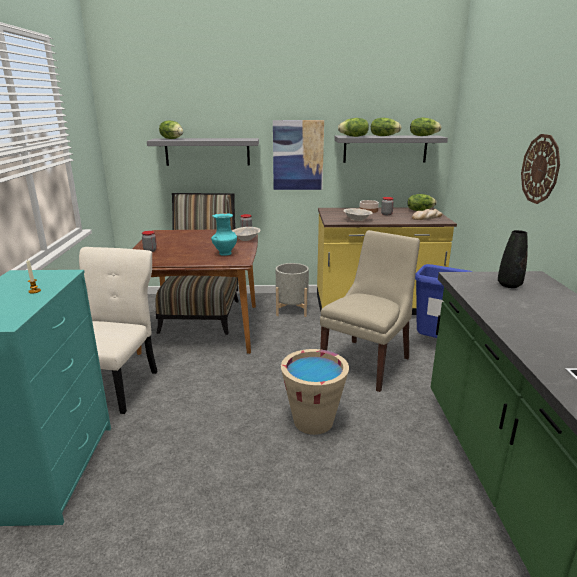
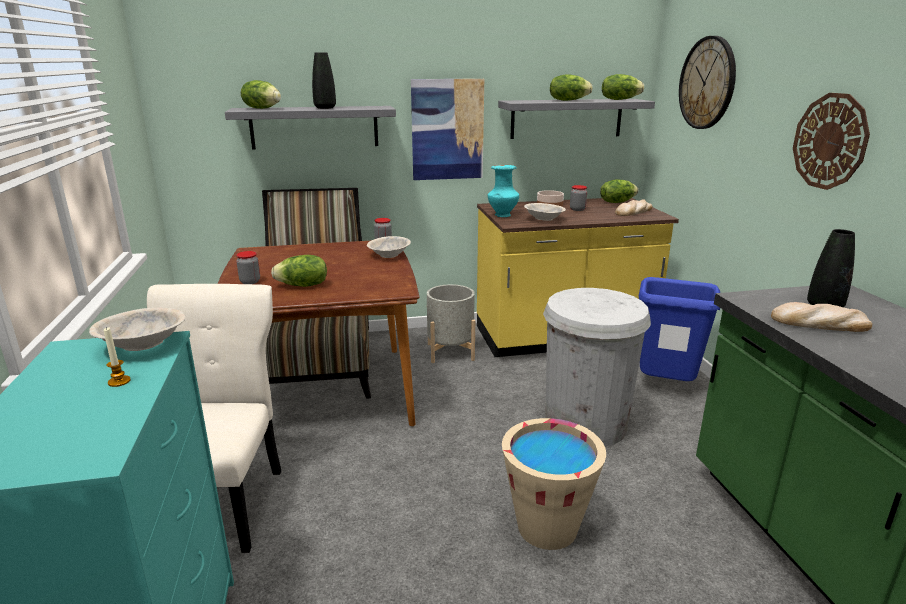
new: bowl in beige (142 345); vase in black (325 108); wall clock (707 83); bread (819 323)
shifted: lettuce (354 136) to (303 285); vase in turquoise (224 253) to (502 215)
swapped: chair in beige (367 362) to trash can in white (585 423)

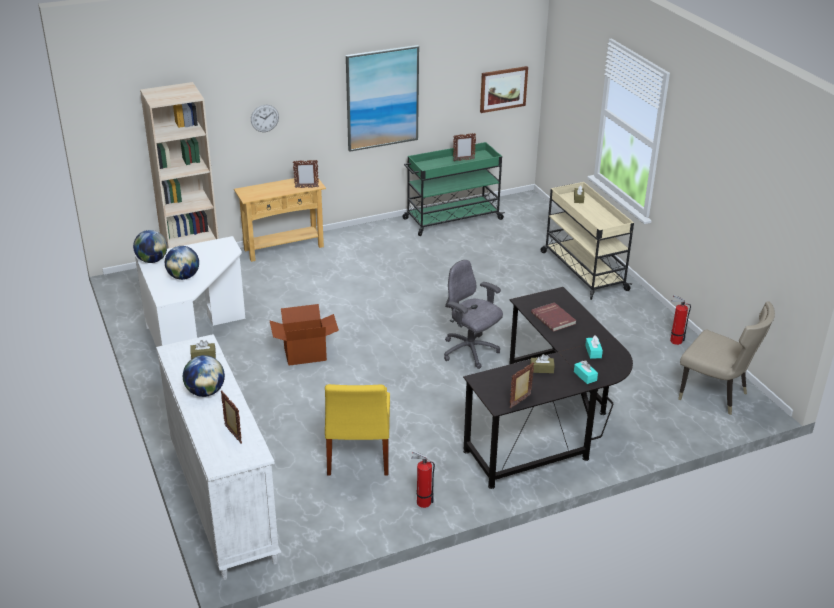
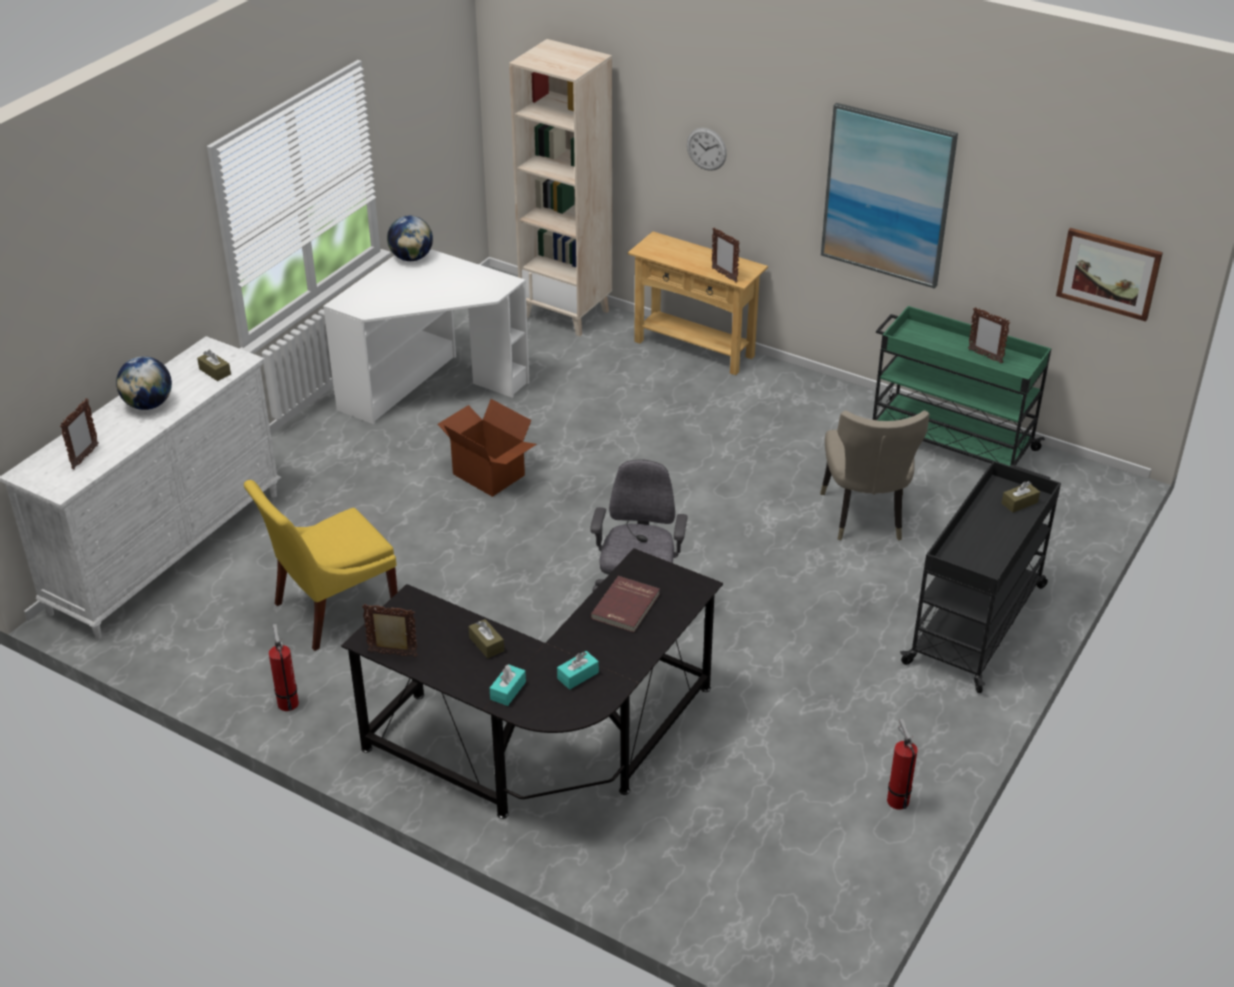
gone: globe (183 277)
shifted: chair in beige (716 395) to (865 518)
repainted: cart in beige (583 270) to cart in black (976 623)

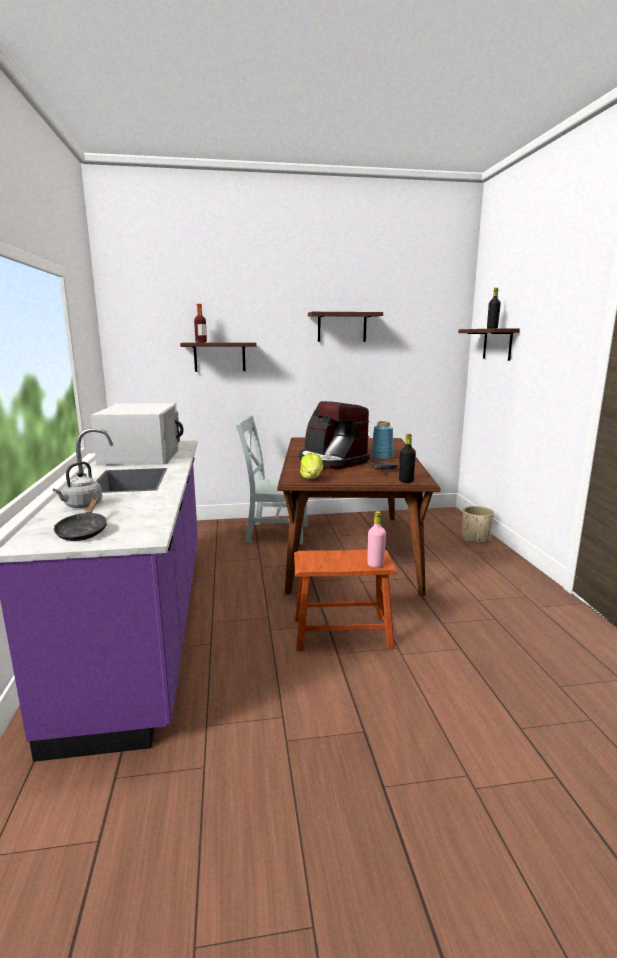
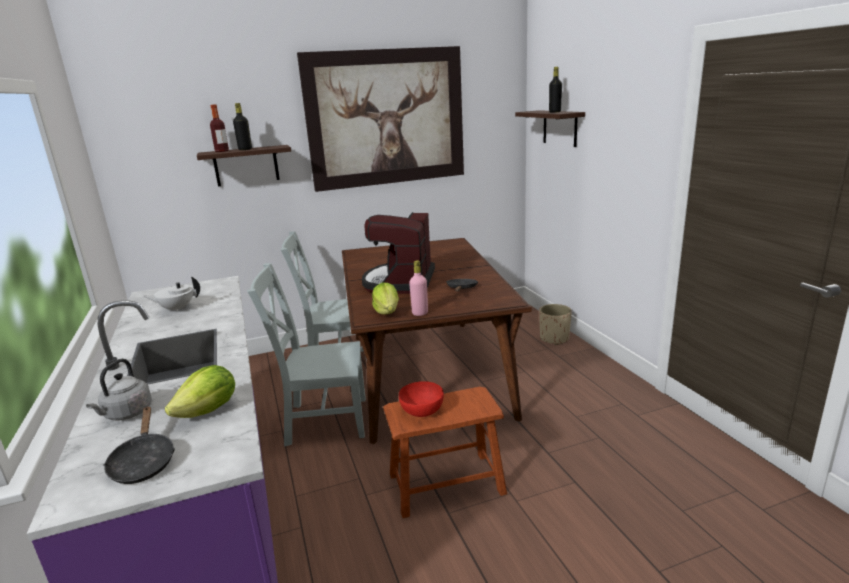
gone: vase in blue (381 457)
new: lettuce (209 411); chair in grey (322 421); bowl in red (421 410)
shifted: bottle in black (406 481) to (245 149); bottle in pink (375 564) to (420 313)
swapped: microwave in white (142 454) to teapot in white (177 309); shelf (342 327) to picture (386 118)
rotated: coffee machine (331 461) = (400 282) 60 degrees clockwise

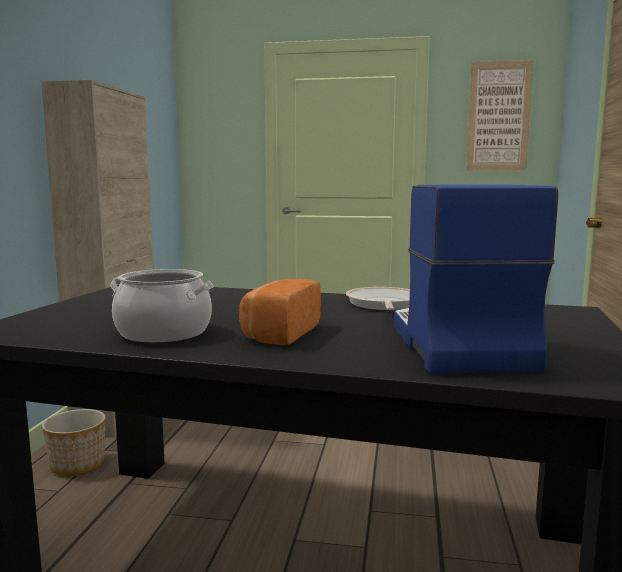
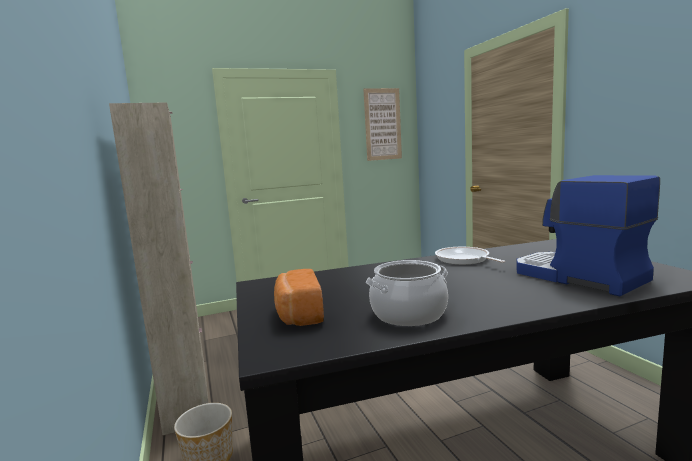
shifted: bread (279 333) to (298 314)

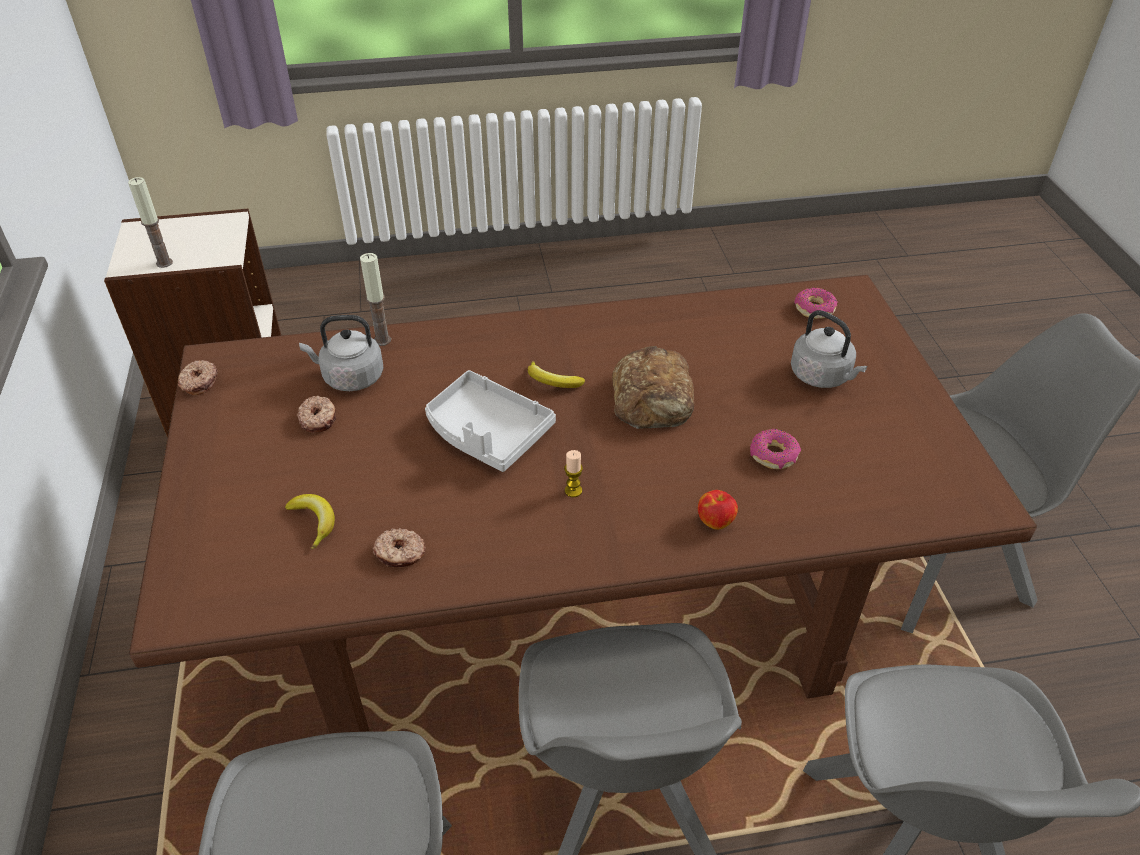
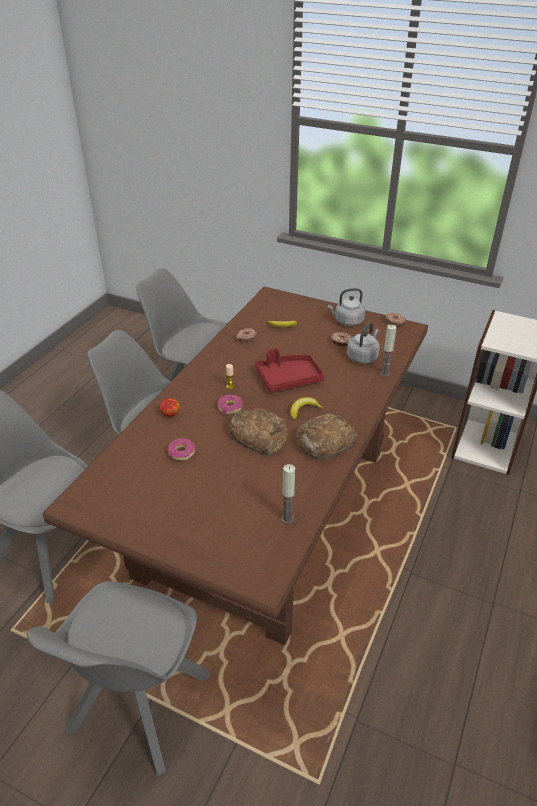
new: bread (325 442)
shifted: donut (814 309) to (230 408); candle (164 263) to (287 519); kettle in grey (822 376) to (347 321)
repainted: tray in grey (487 433) to tray in red (288 378)

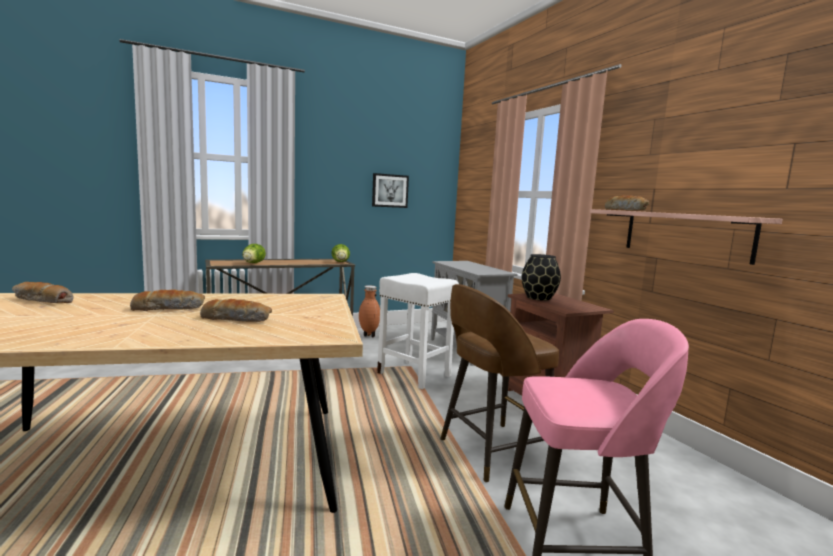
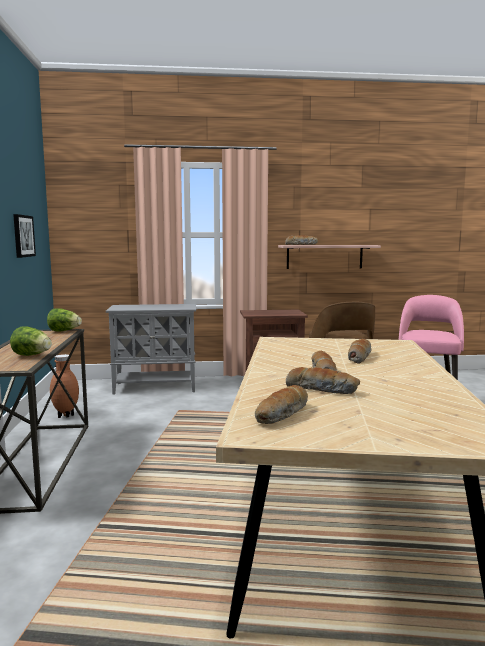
gone: stool in white (415 375); vase in black (538 298)
new: bread (322 389)

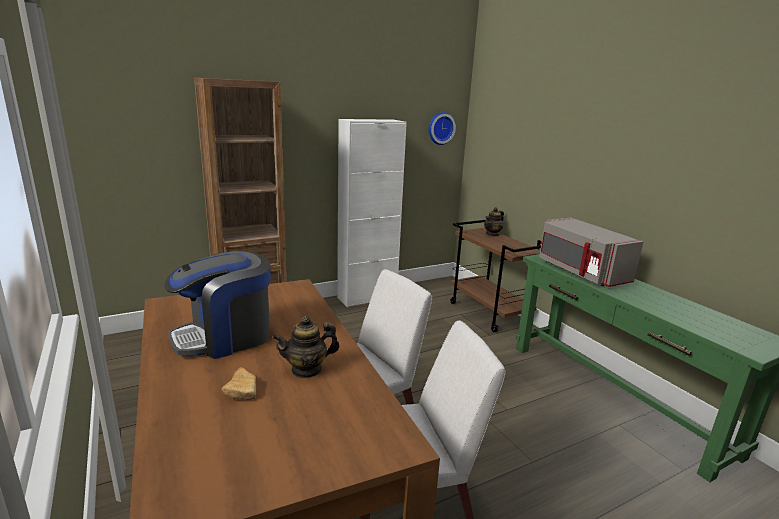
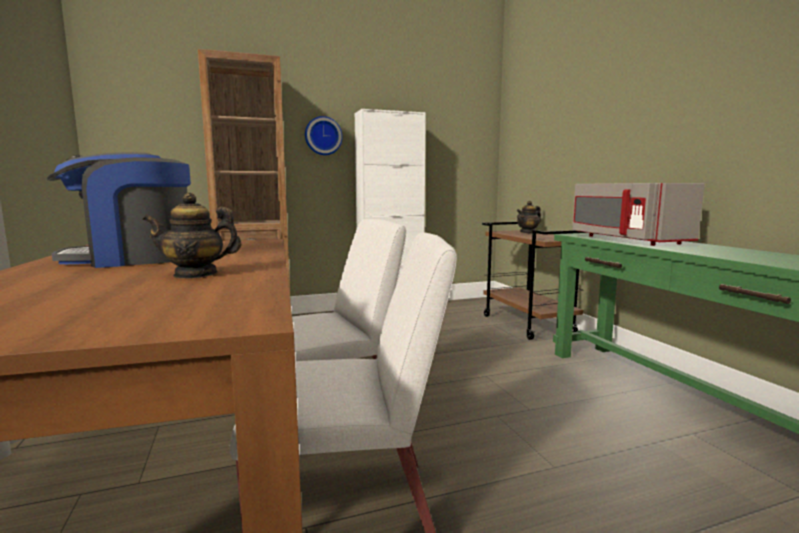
gone: bread (242 389)
shifted: wall clock (440 128) to (323 136)

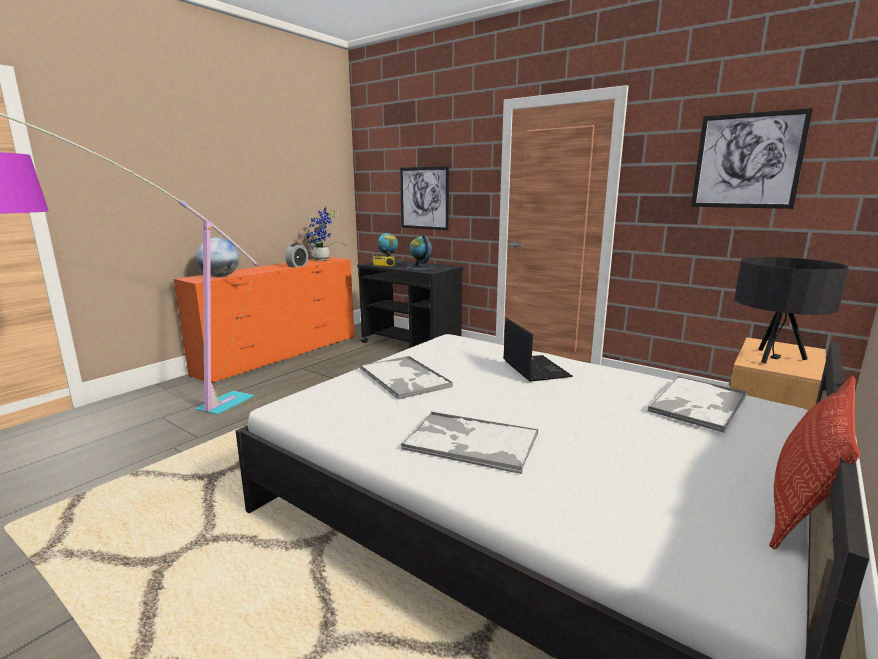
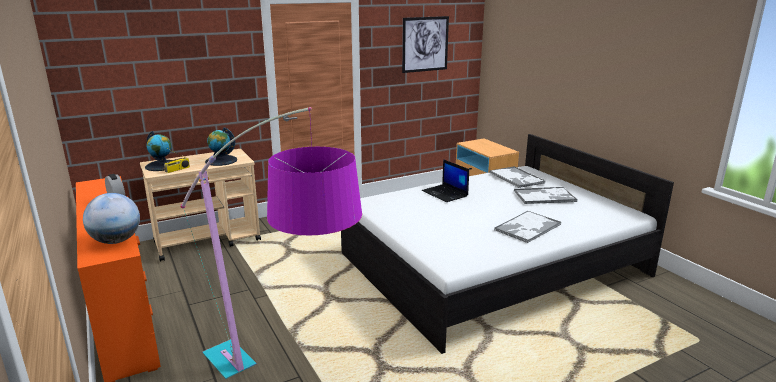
gone: potted plant (322 260); picture (424 198); table lamp in black (772 359); pillow (802 500)
shifted: tray (405 378) to (545 196)
repainted: cart in black (411 345) to cart in beige (208 241)
rotated: laptop (534 368) = (445 193) 135 degrees counterclockwise

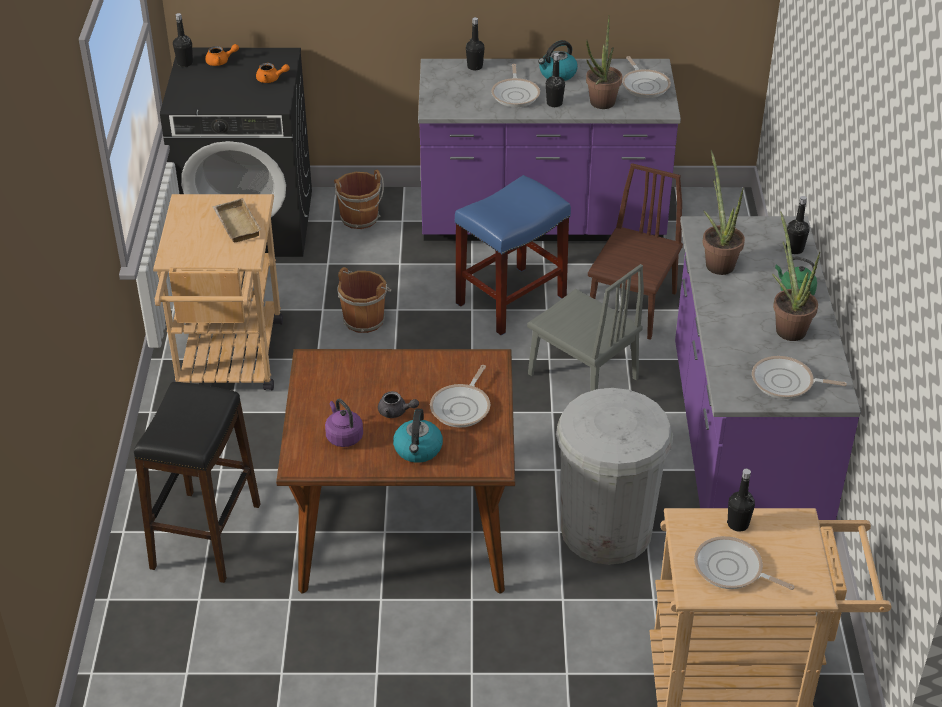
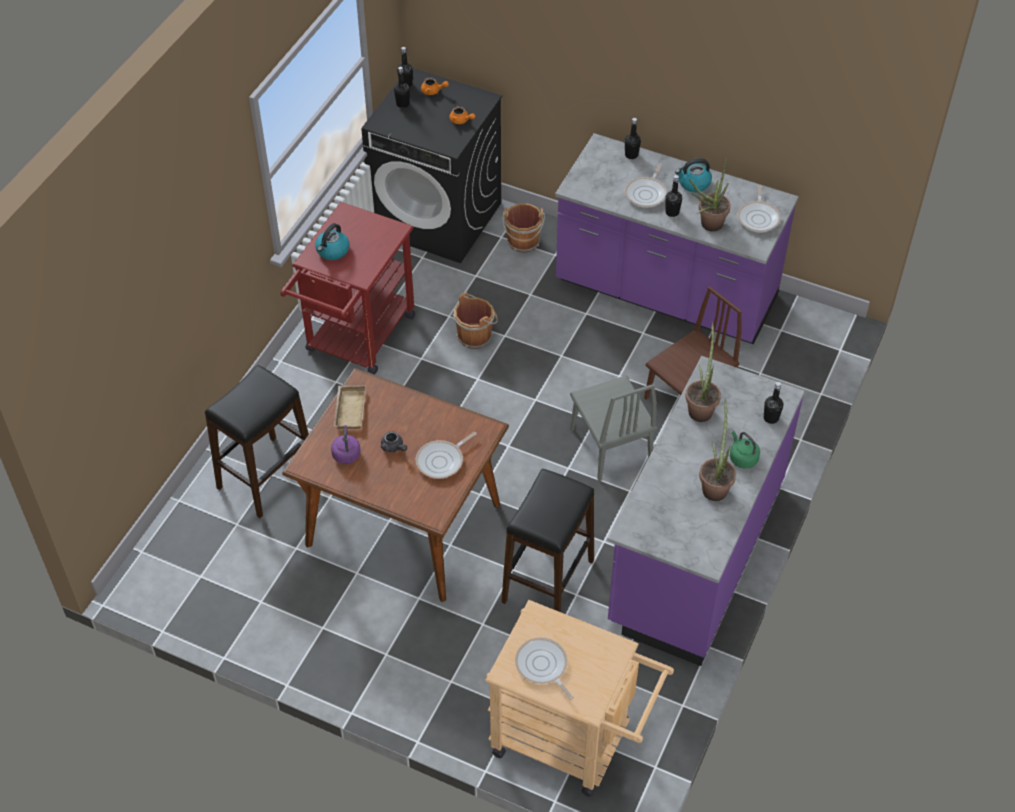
gone: stool in blue (511 299); frying pan (786 383)
shifted: kettle (418 449) to (332 251); tray in beige (235 224) to (349 409); bottle in black (738 524) to (402 104)
swapped: trash can in white (606 530) to stool in black (548 581)
repainted: cart in beige (229 363) to cart in red (356 340)

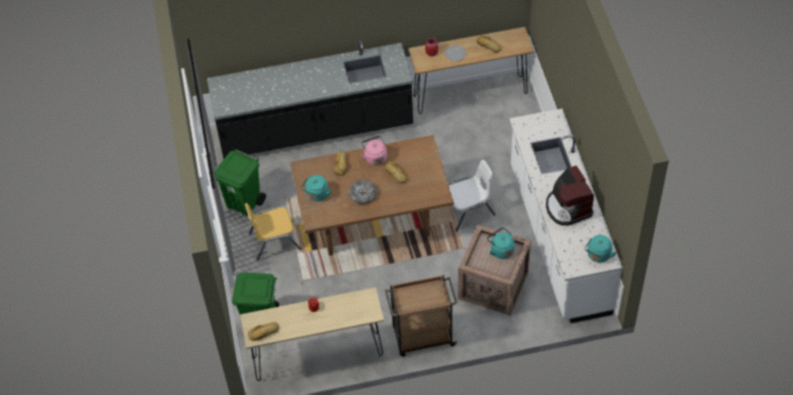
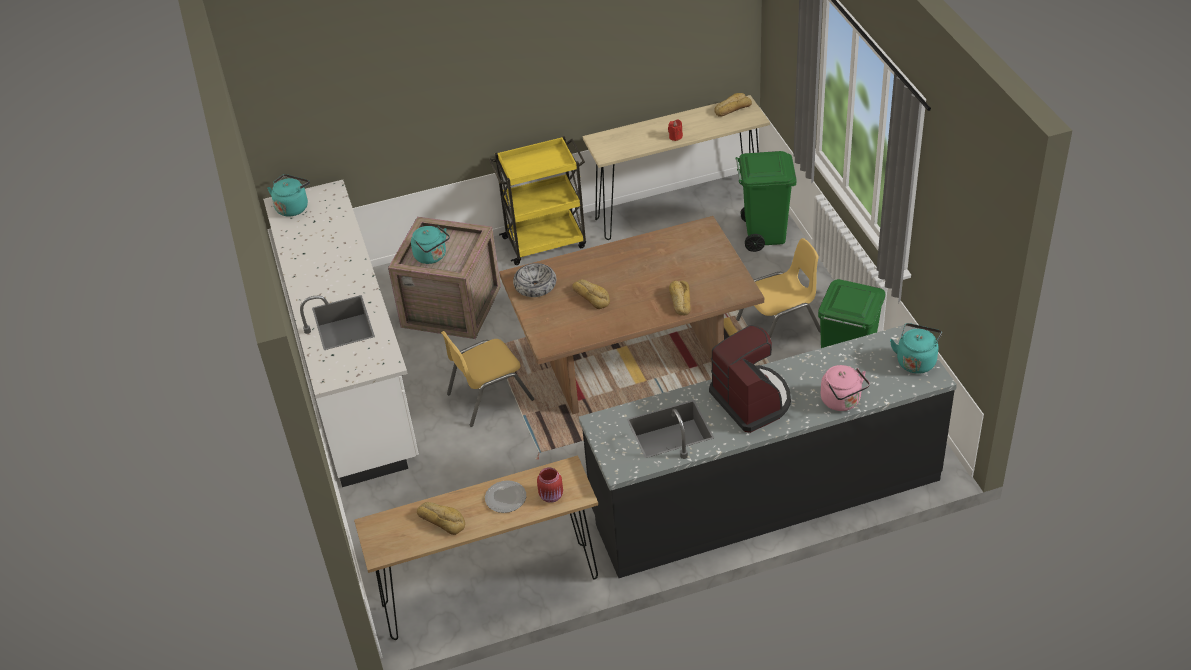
shifted: bowl (362 194) to (535 285); coffee machine (567 208) to (752 400); kettle in pink (374 157) to (842 401); kettle in turquoise (317 195) to (916 361)
repainted: chair in white (468 210) to chair in yellow (489 396); cart in brown (422 337) to cart in yellow (546 242)

